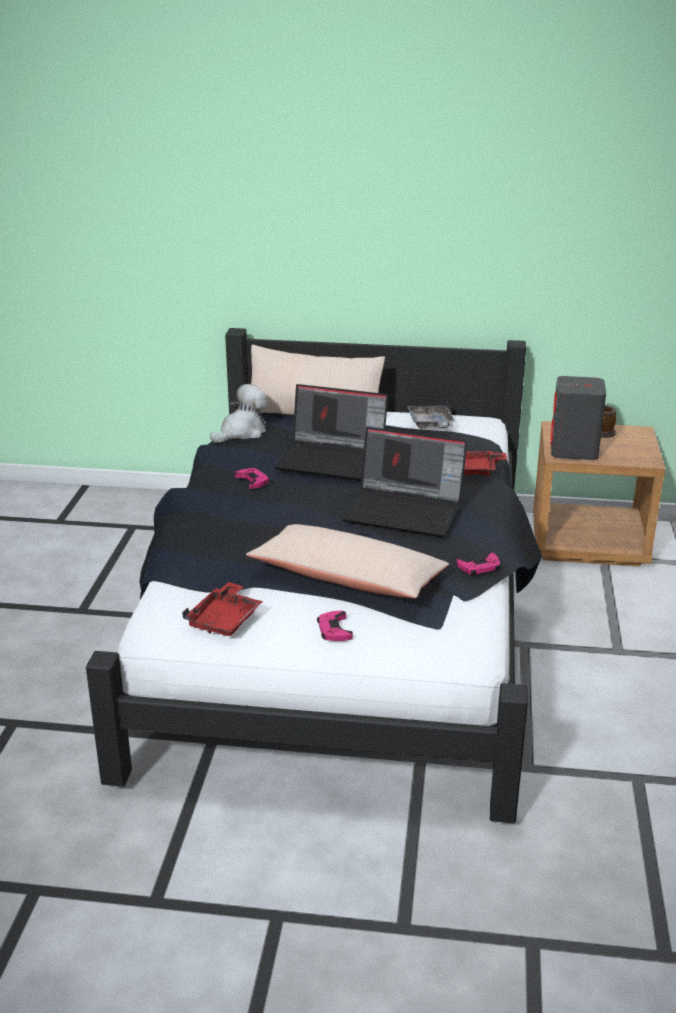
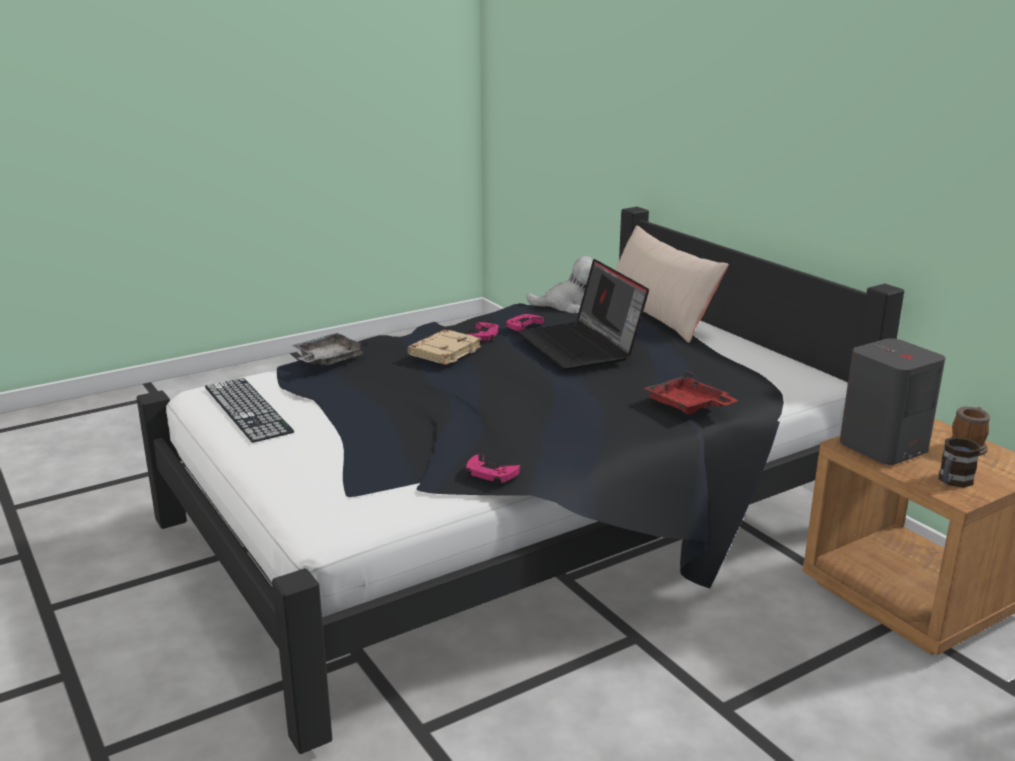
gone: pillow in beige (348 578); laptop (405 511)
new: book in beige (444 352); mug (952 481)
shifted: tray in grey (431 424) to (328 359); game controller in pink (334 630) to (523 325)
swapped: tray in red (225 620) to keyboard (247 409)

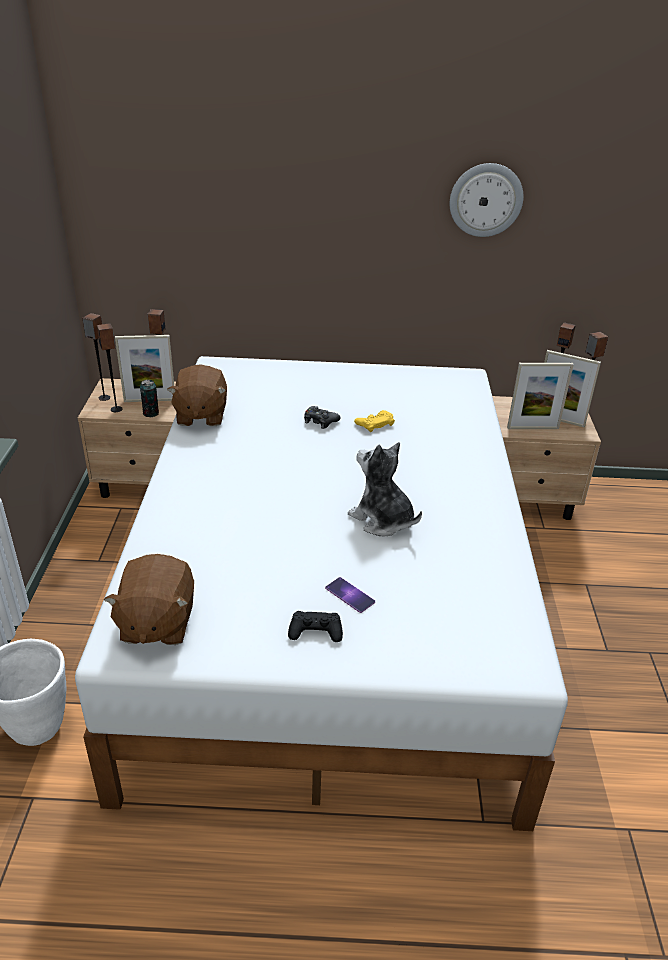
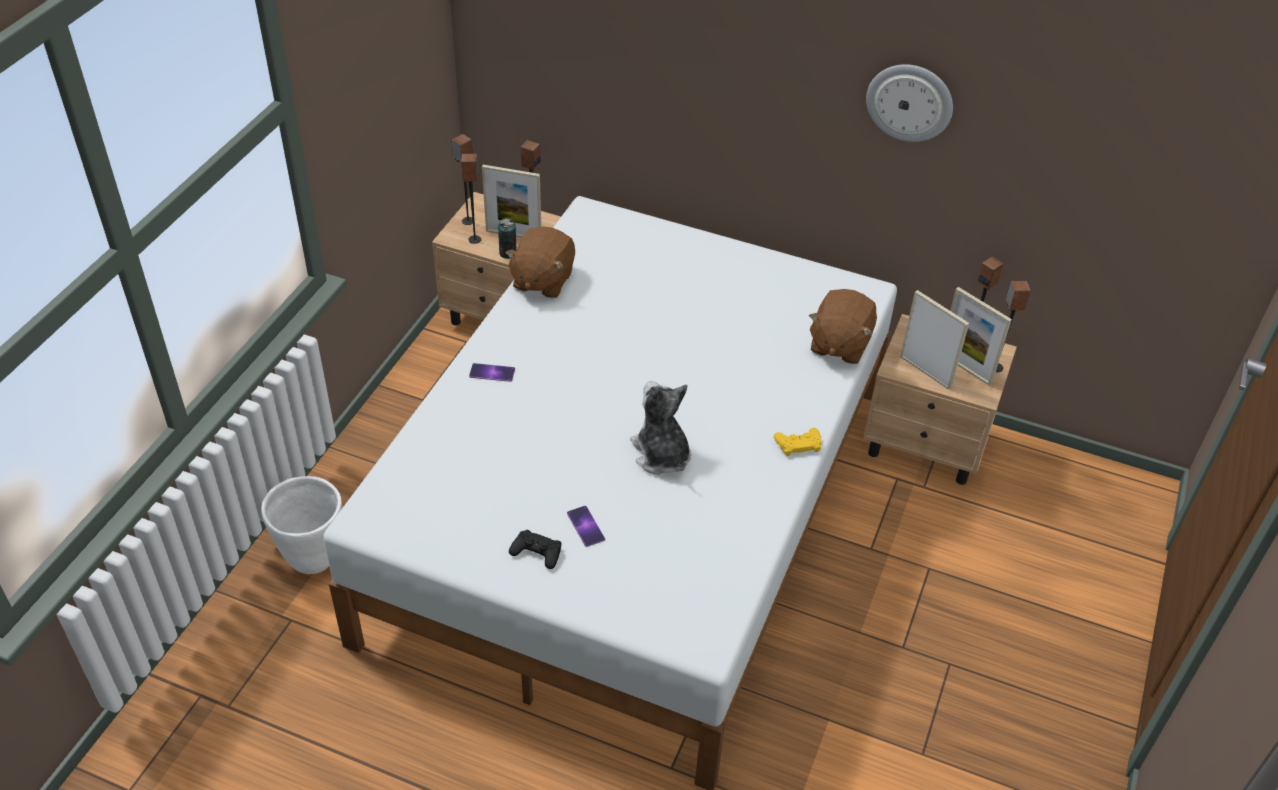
gone: game controller in black (320 421)
new: phone (492 372)
shifted: game controller in yellow (375 424) to (798 444); plush toy in brown (156 623) to (839 344)
rotated: picture frame (533 428) = (925 372) 150 degrees counterclockwise

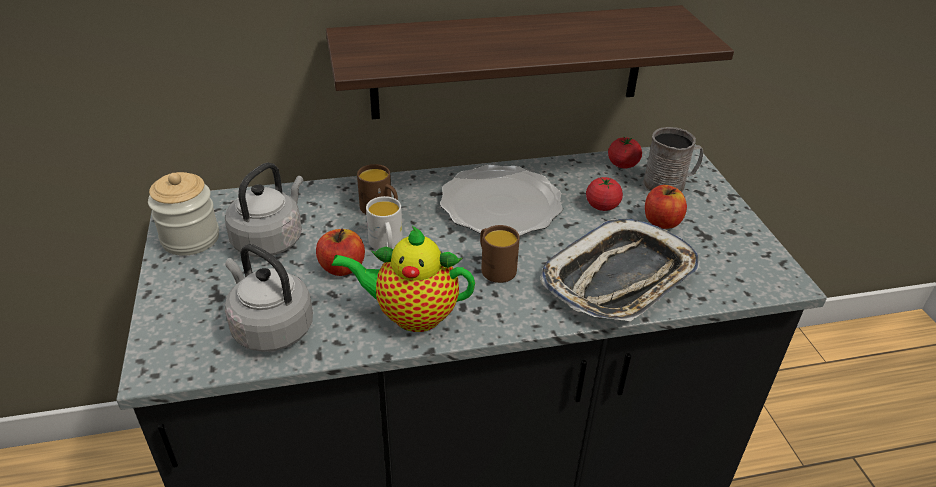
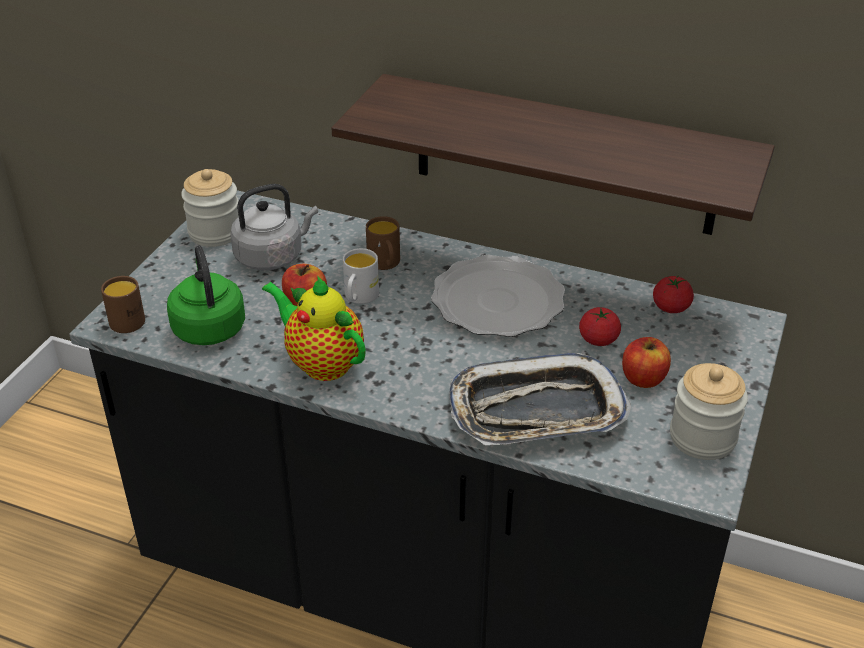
gone: mug in grey (669 184)
new: jar (702 437)
shifted: mug in brown (494 267) to (129 318)
repainted: kettle in grey (270 327) to kettle in green (208 326)

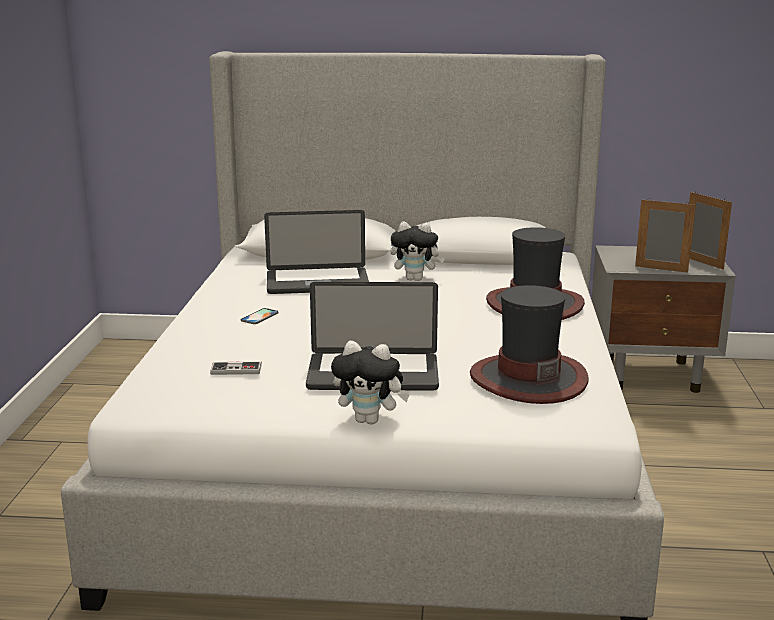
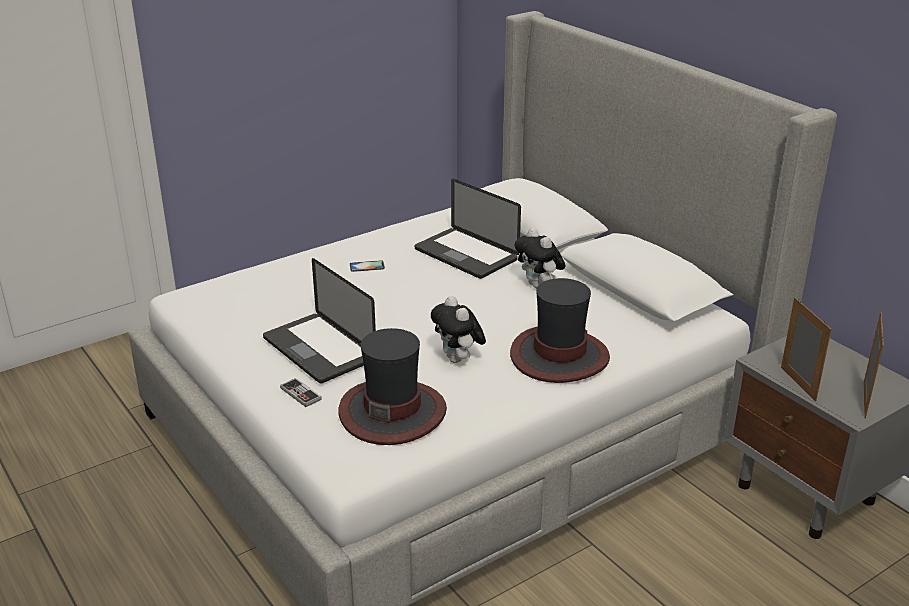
shifted: game controller (236 370) to (300 394); plush toy (370 420) to (458 359)

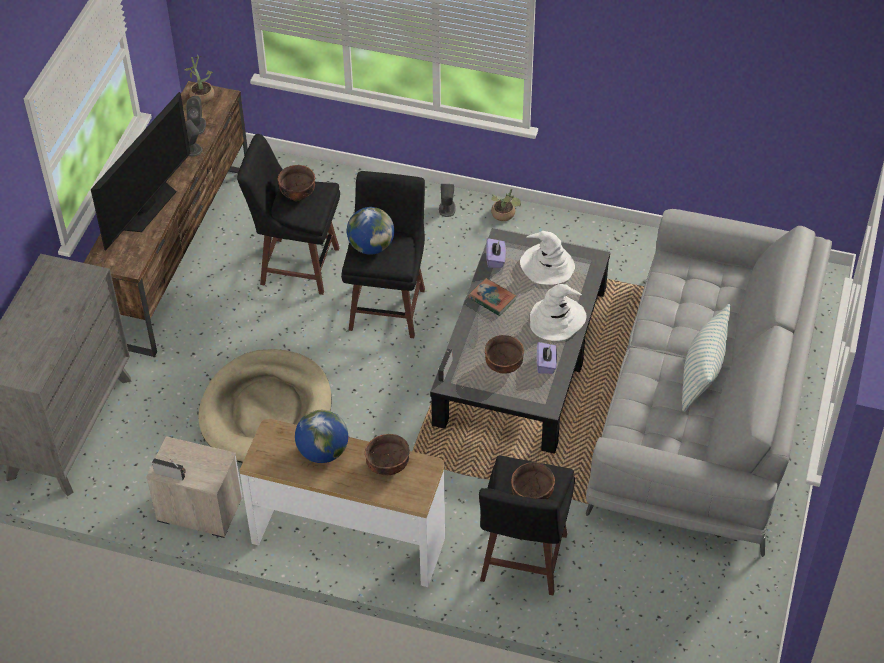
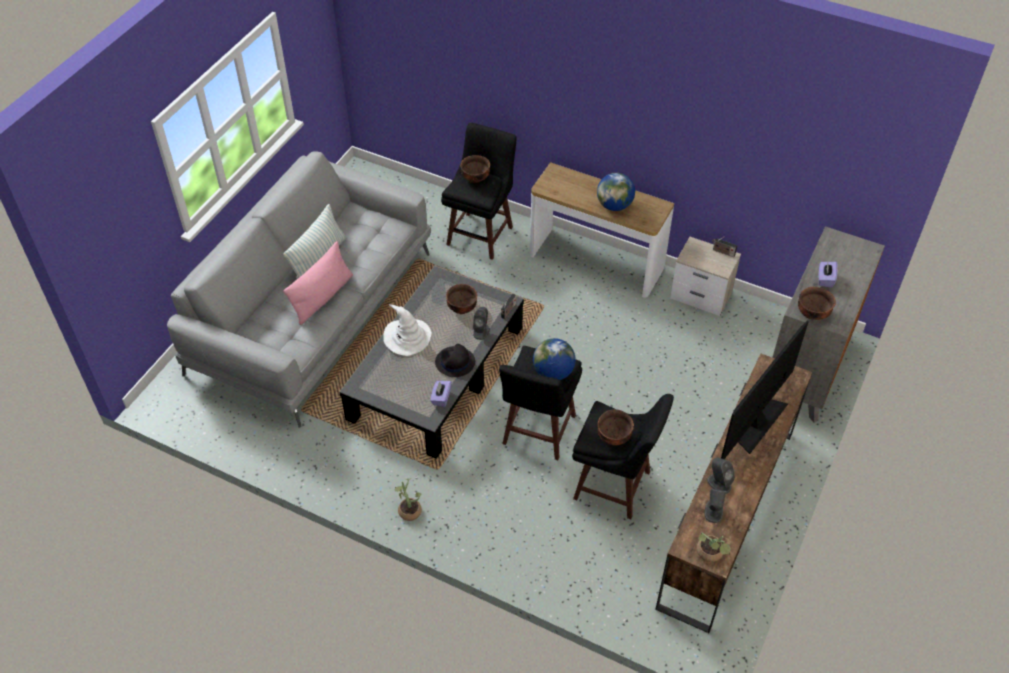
gone: dog bed in beige (266 411); hat in white (547 265)
new: pillow in pink (322 297)
shifted: speaker in grey (447 208) to (481 331); bowl in brown (388 467) to (812 313); tissue box in purple (546 364) to (825 279)
swapped: book (492 299) to hat in black (455 362)

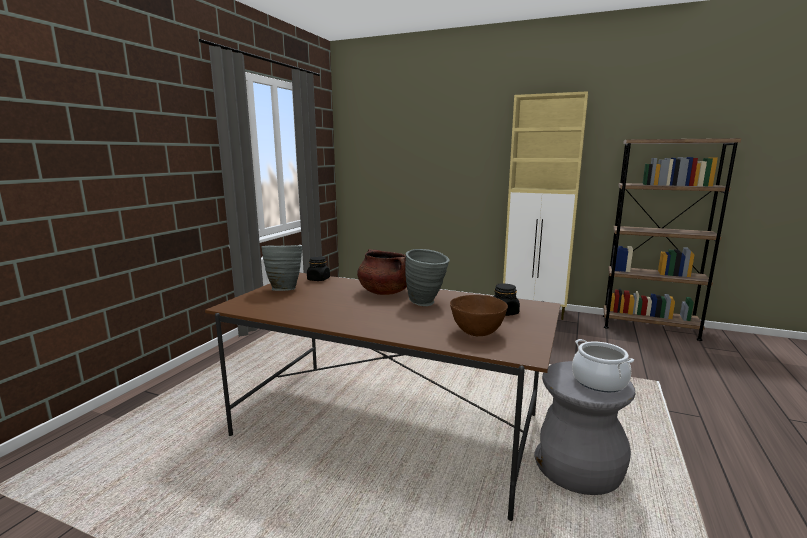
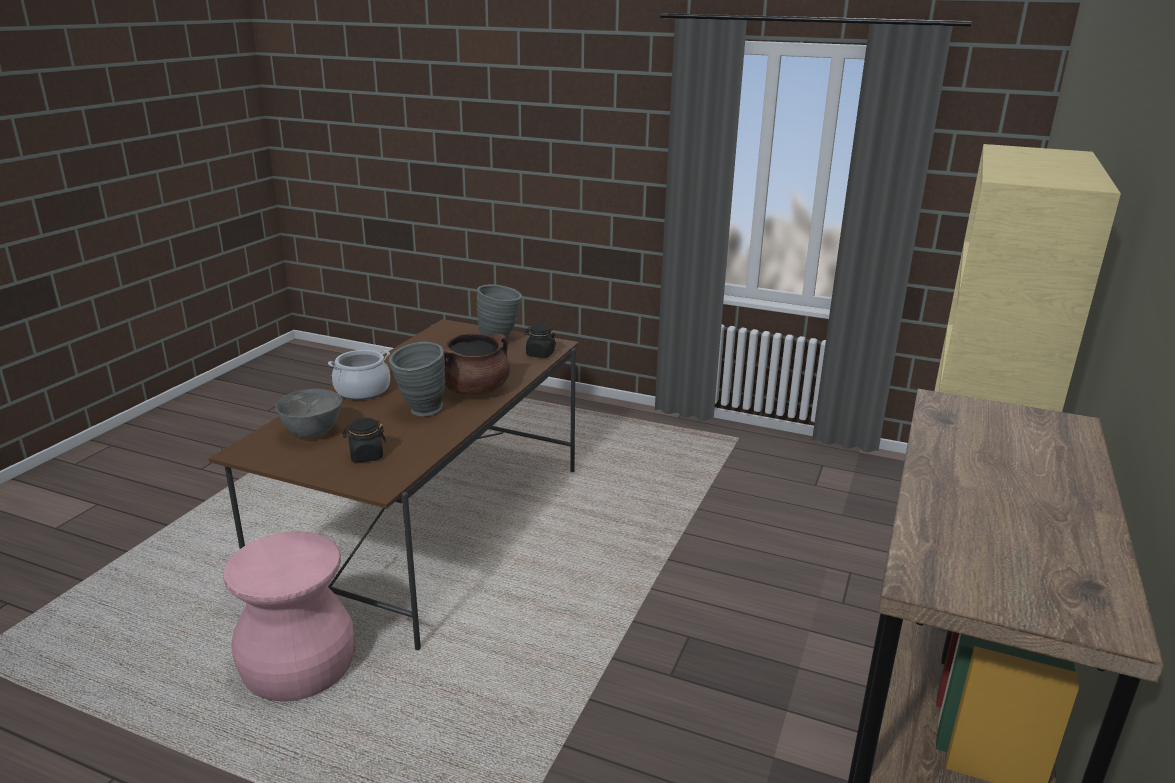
shifted: cooking pot (599 381) to (362 391)
repainted: stool in grey (578 467) to stool in pink (296 665); bowl in brown (477 333) to bowl in grey (312 433)

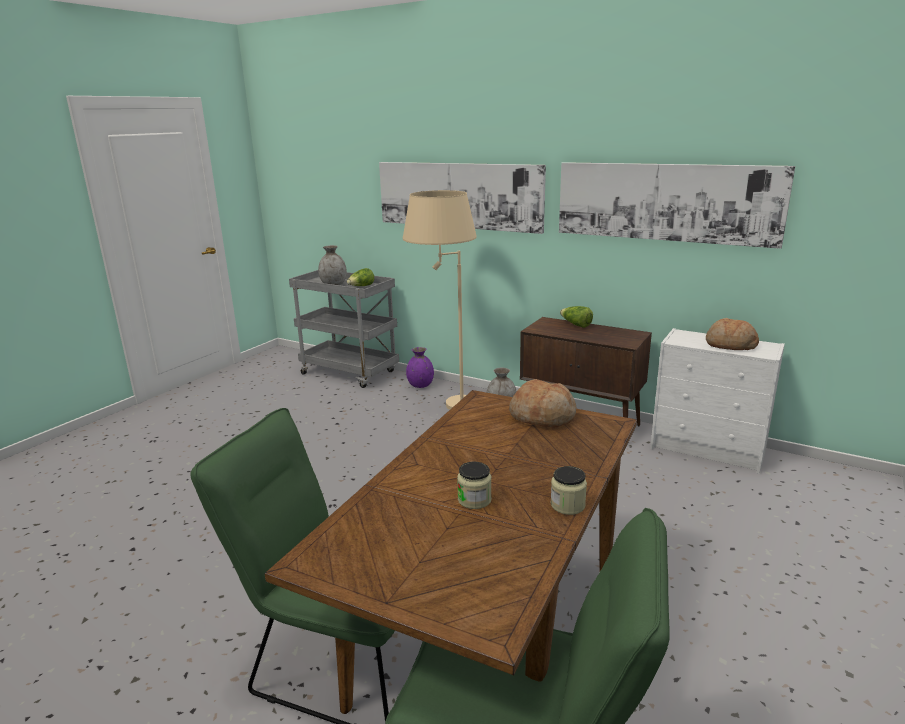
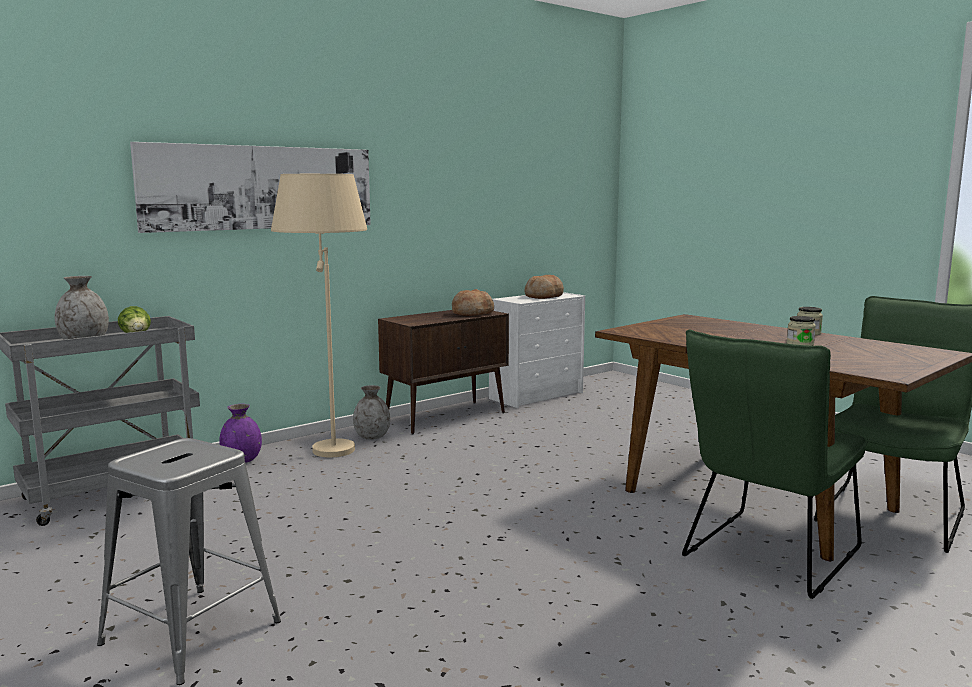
gone: picture (665 202); lettuce (576 325)
new: stool in grey (191 633)
shifted: bread (543 416) to (472 313)

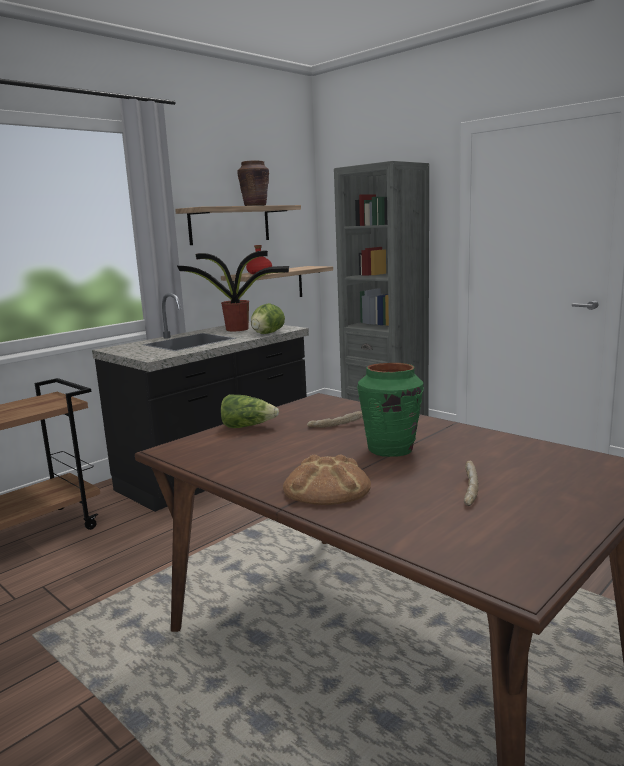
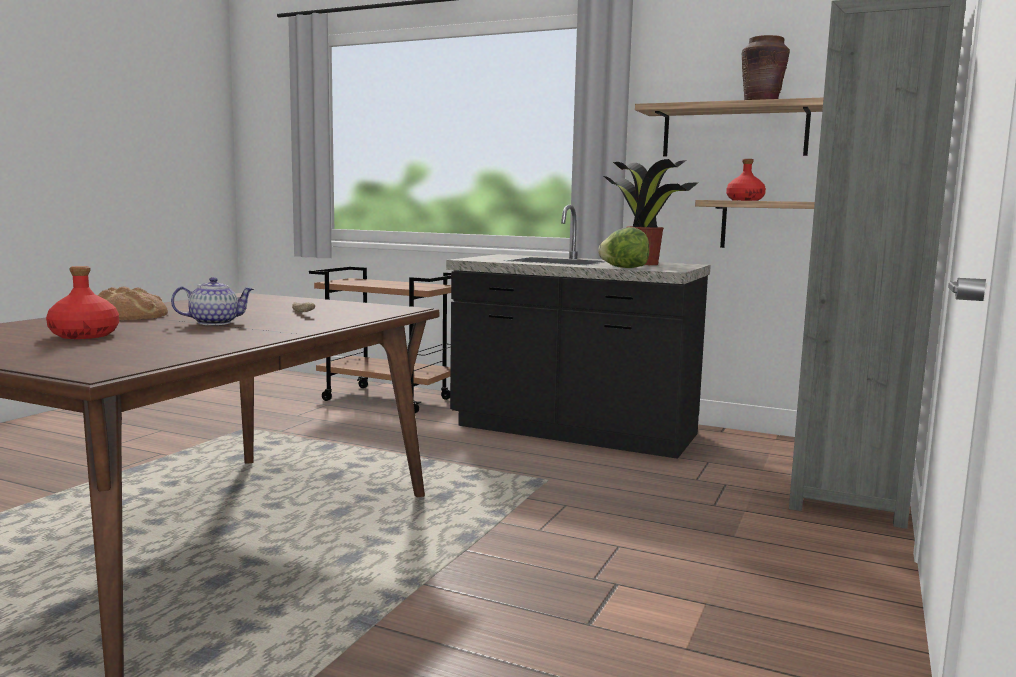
gone: lettuce (248 426)
swapped: bread (468 490) to bottle in red (84 335); vase in green (391 450) to teapot (215 323)

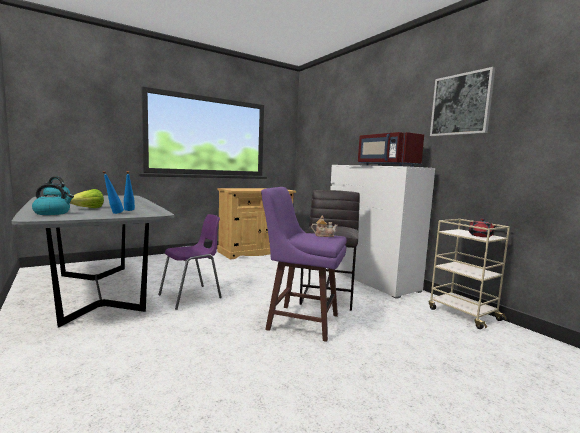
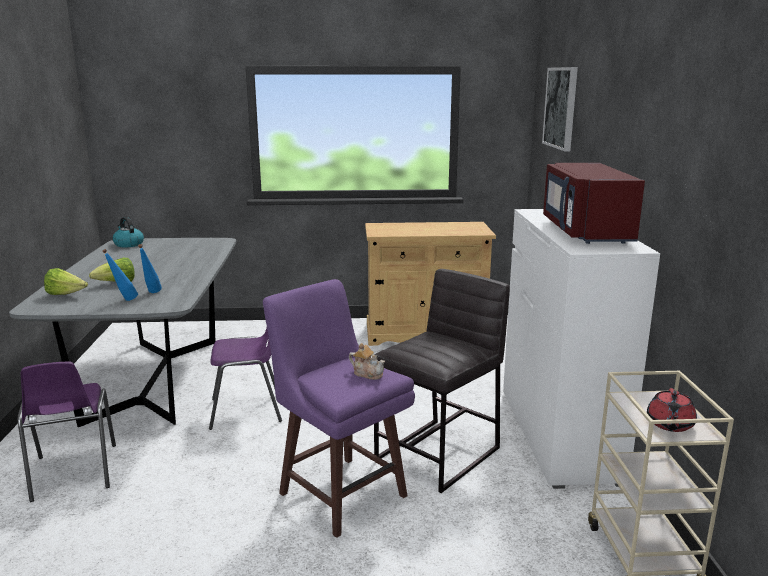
new: chair in purple (73 474)
shifted: picture (461 104) to (561 107)
swapped: kettle (52 213) to lettuce (66 295)

